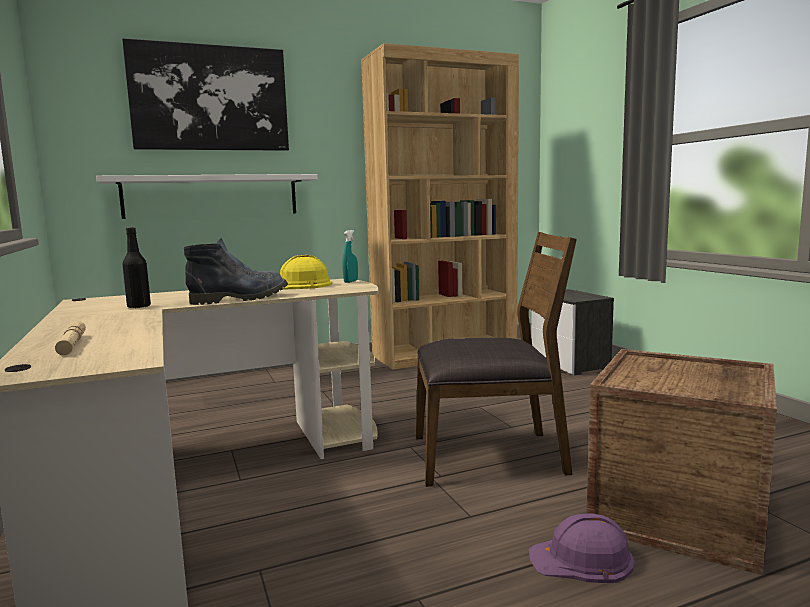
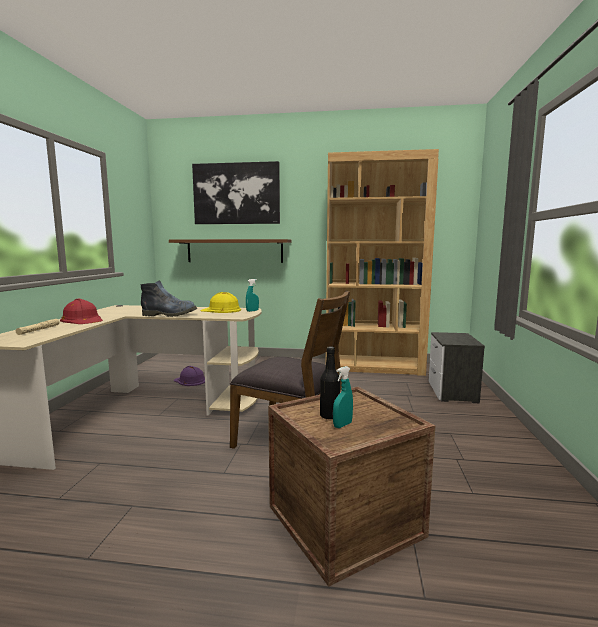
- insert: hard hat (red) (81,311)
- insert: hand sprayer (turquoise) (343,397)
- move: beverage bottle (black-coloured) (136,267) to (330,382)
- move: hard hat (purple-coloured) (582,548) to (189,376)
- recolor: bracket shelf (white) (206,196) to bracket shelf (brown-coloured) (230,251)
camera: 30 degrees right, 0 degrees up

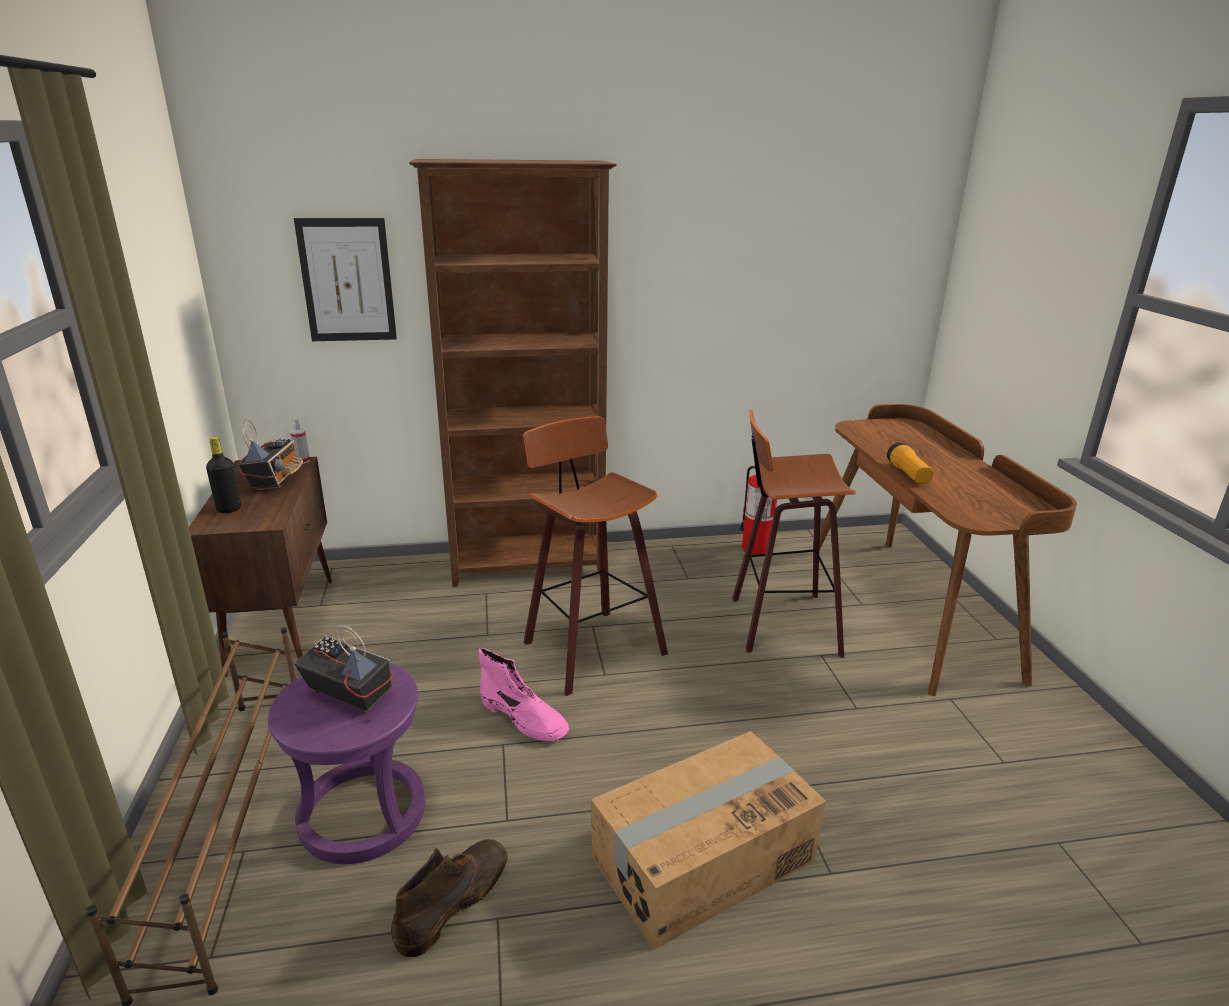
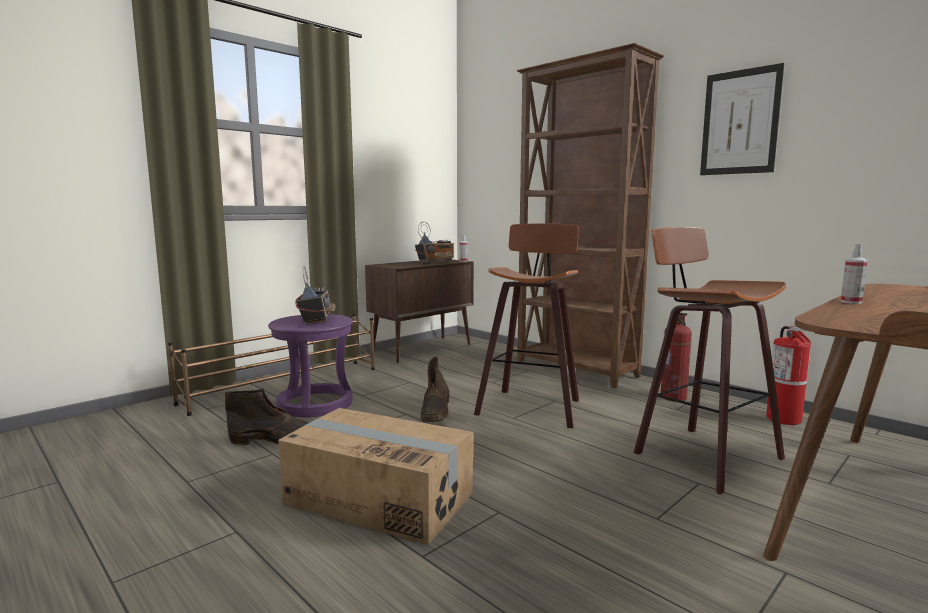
- delete: beverage bottle (black-coloured) (223,475)
- insert: extinguisher (676,357)
- move: wall art (345,279) to (742,119)
- replace: hand torch (910,463) to hand sprayer (854,273)
- recolor: boot (pink-coloured) (524,695) to boot (brown-coloured) (435,389)
camera: 55 degrees right, 15 degrees down

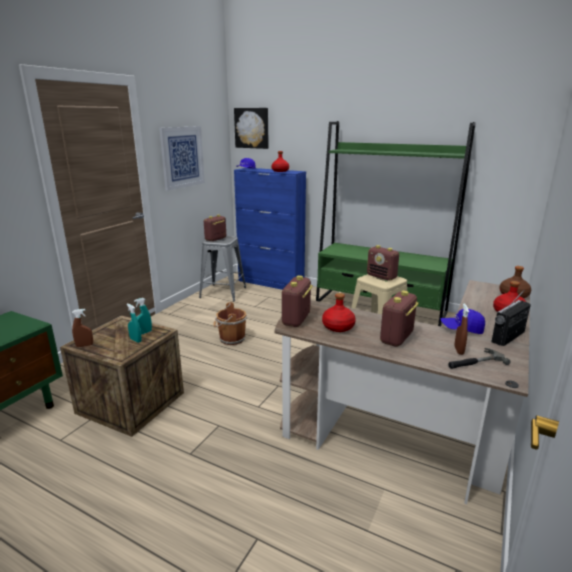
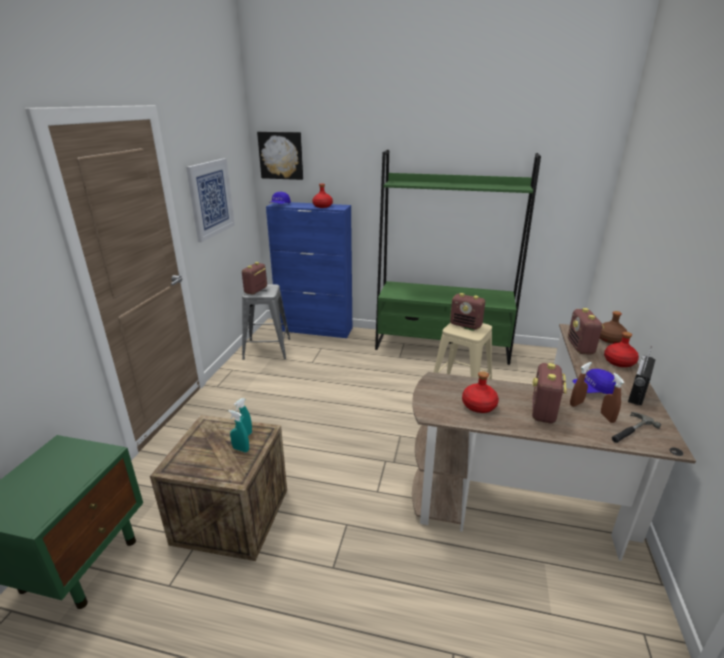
- delete: bucket (brown-coloured) (230,323)
- move: hand sprayer (brown-coloured) (82,328) to (581,384)
- move: radio (297,301) to (586,331)
camera: 15 degrees left, 5 degrees up

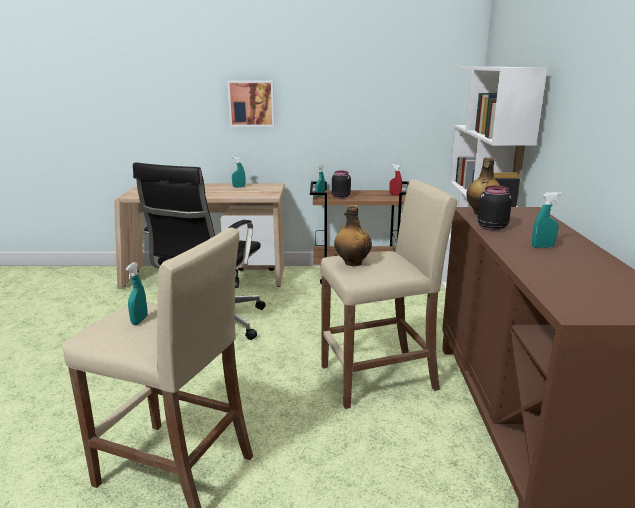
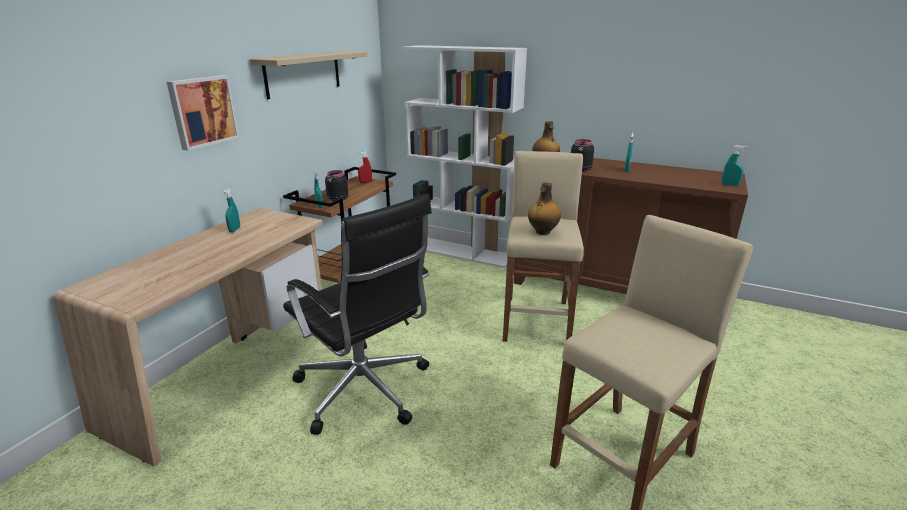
- insert: bracket shelf (beige-coloured) (308,75)
- move: hand sprayer (turquoise) (136,293) to (734,165)
camera: 65 degrees left, 5 degrees up

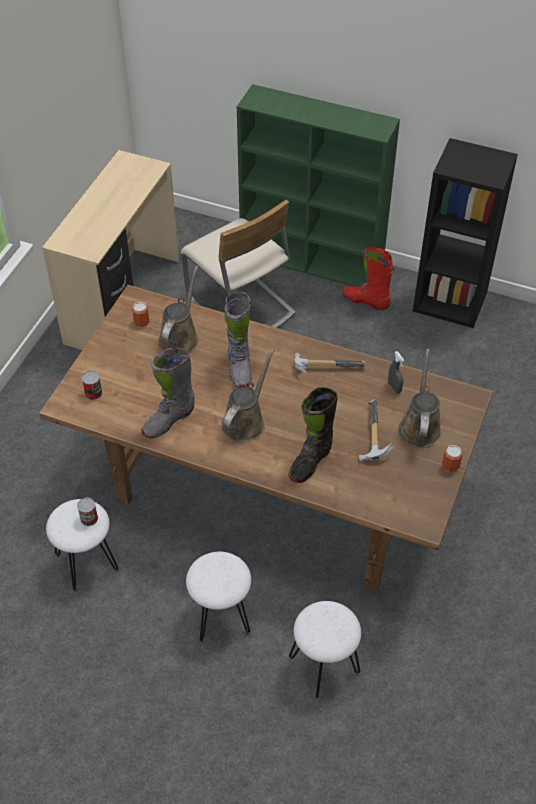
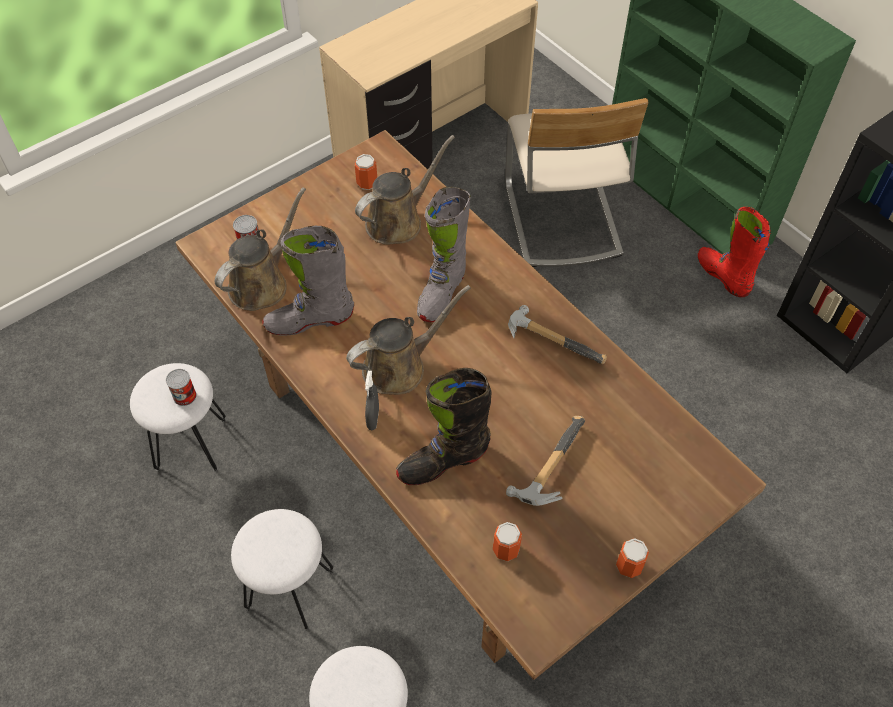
- insert: sealed can (507,542)
- move: hand sprayer (greyish) (396,372) to (372,400)
- move: watering pot (brown-coloured) (419,398) to (260,249)
camera: 30 degrees right, 5 degrees up

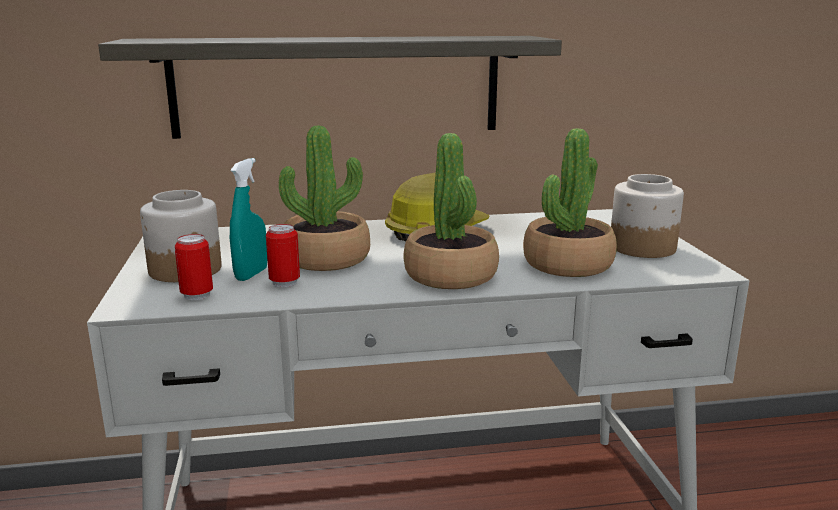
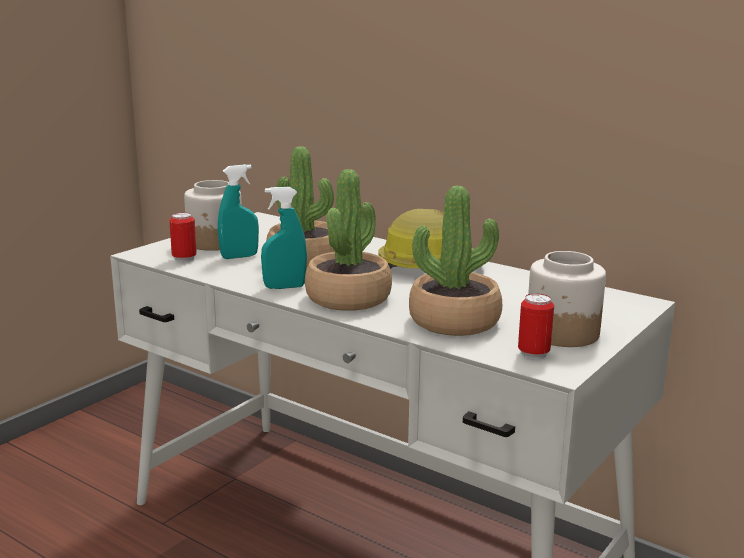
- delete: bracket shelf (330,87)
- insert: hand sprayer (turquoise) (284,238)
- move: sealed can (283,255) to (536,326)
camera: 45 degrees right, 0 degrees up

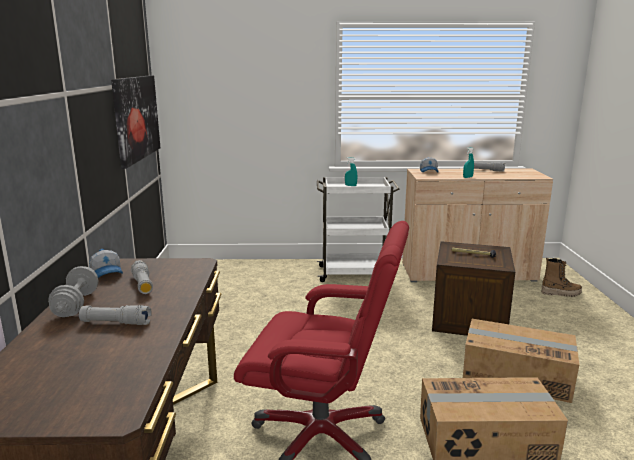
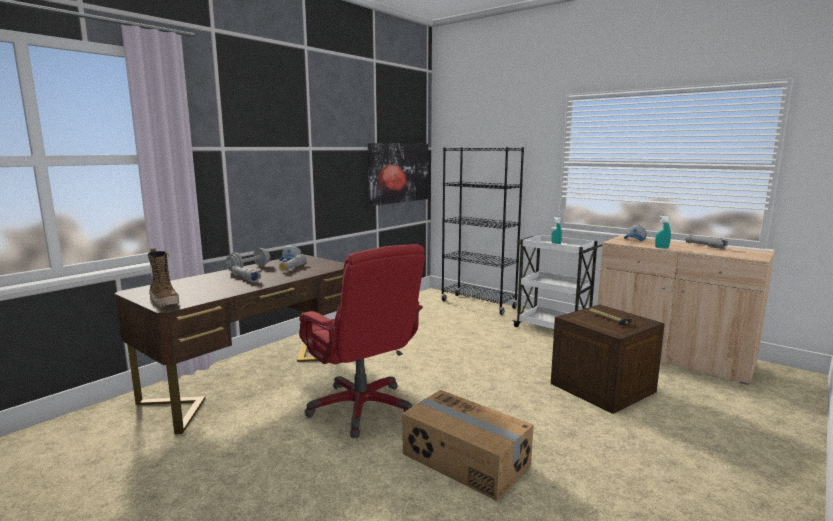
- delete: carton (521,361)
- insert: bookshelf (black-coloured) (482,231)
- move: boot (561,277) to (163,277)
camera: 40 degrees right, 5 degrees down

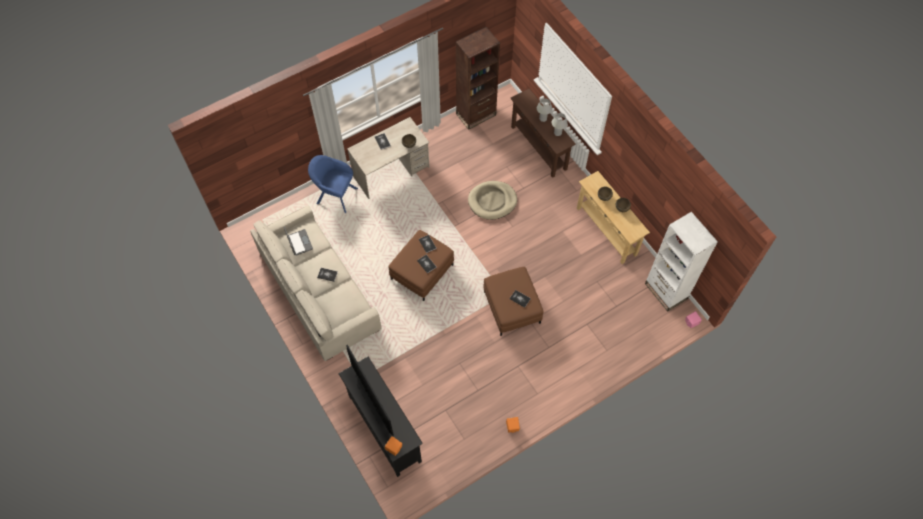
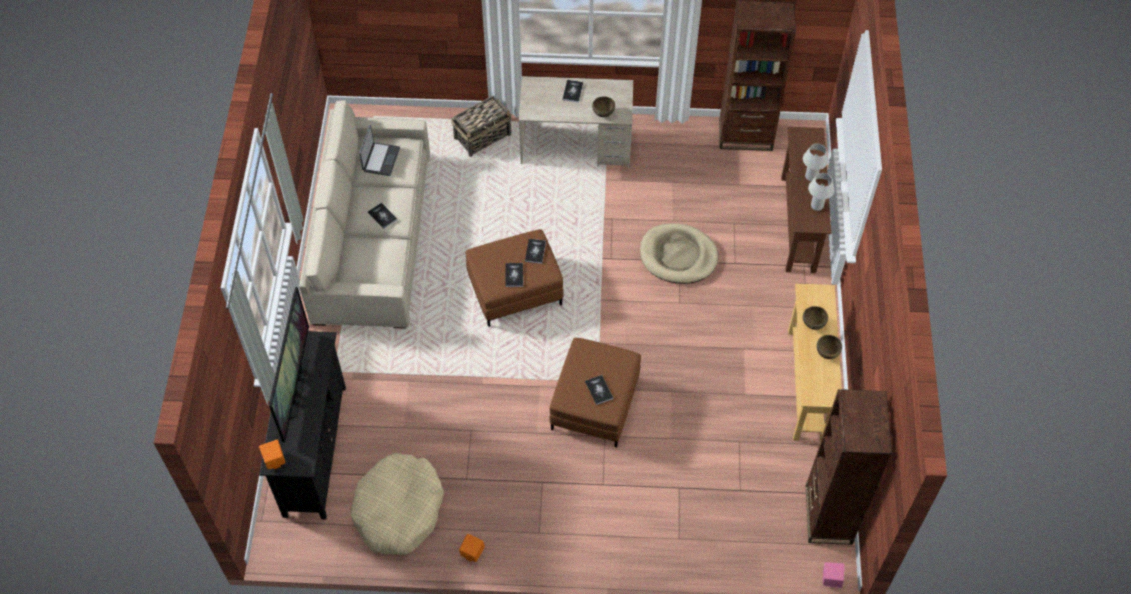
- insert: pet bed (beige-coloured) (397,504)
- replace: lounge chair (bluish) (333,184) to storage basket (481,126)
- recolor: bookshelf (white) (681,262) to bookshelf (brown-coloured) (849,467)
camera: 35 degrees right, 5 degrees down

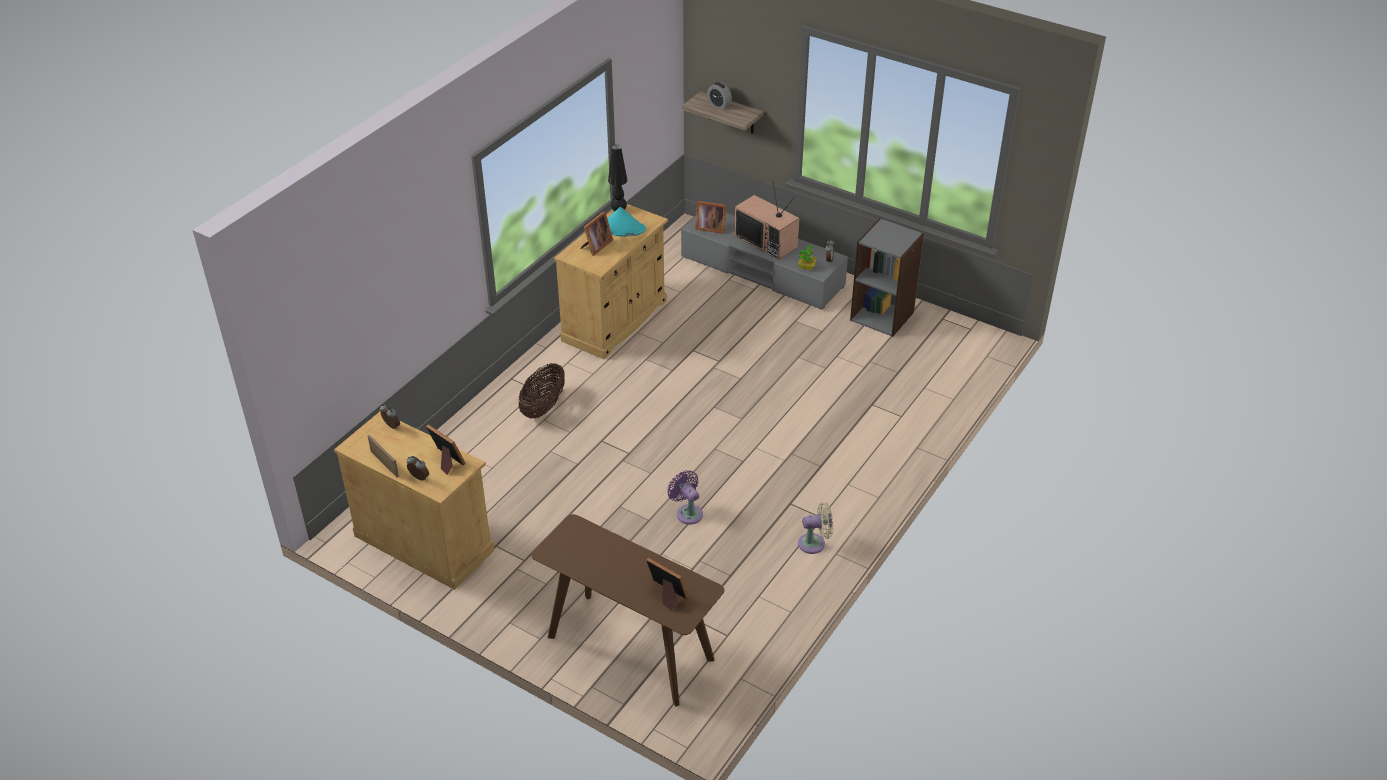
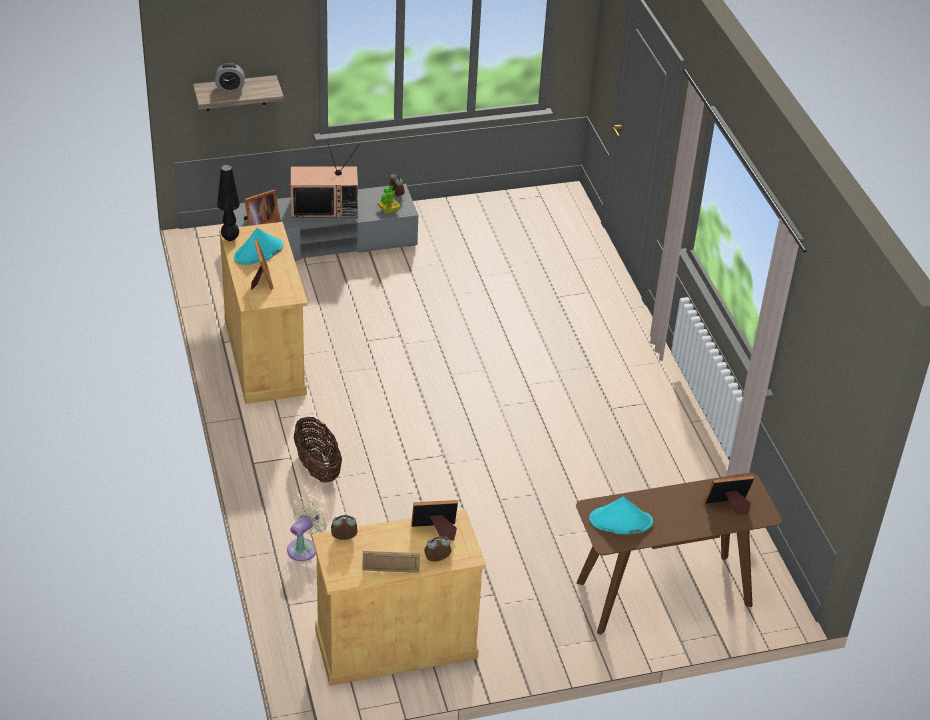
- delete: electric fan (purple-coloured) (685,497)
- delete: bookshelf (greyish) (887,277)
- insert: hat (turquoise) (621,516)
- move: electric fan (beige-coloured) (815,528) to (307,531)
camera: 50 degrees left, 0 degrees up

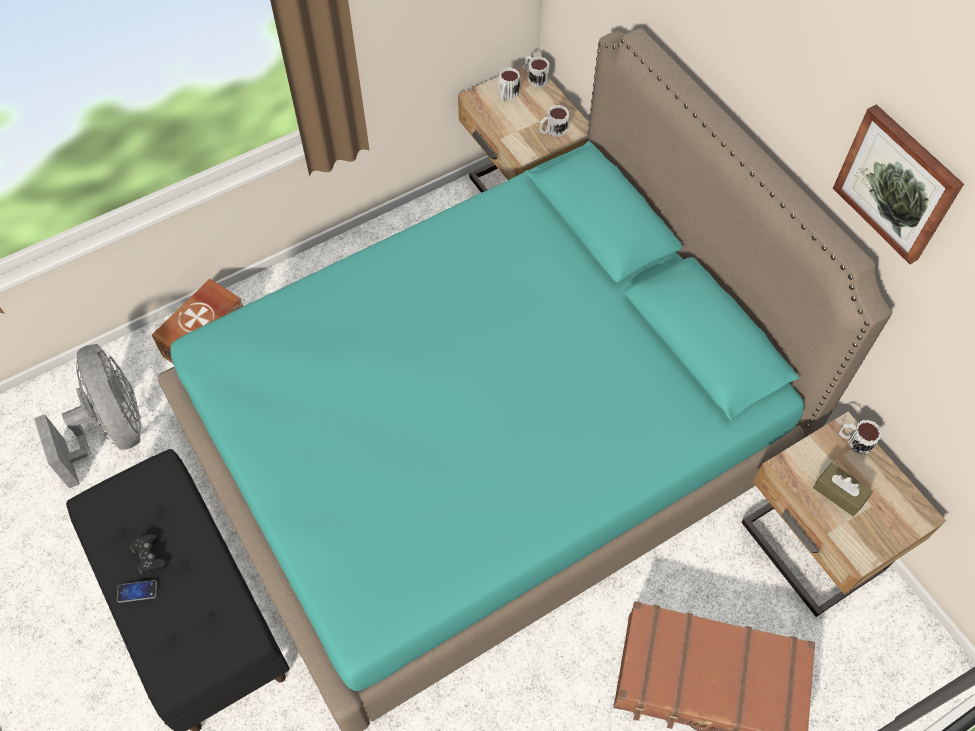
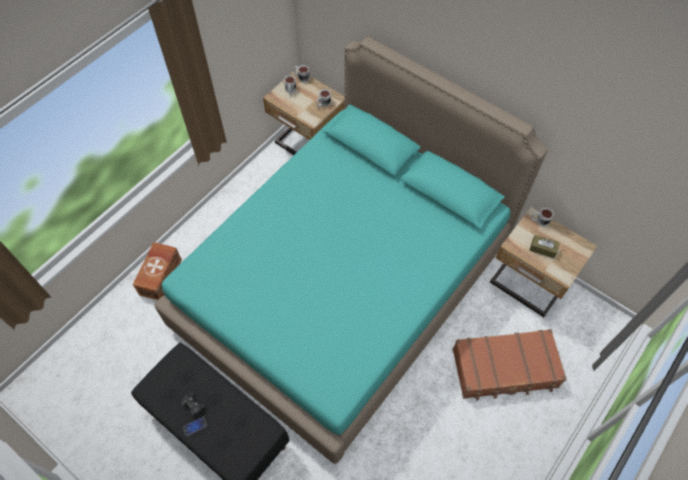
- delete: electric fan (greyish) (87,416)
- delete: wall art (898,184)
camera: 20 degrees left, 0 degrees up

